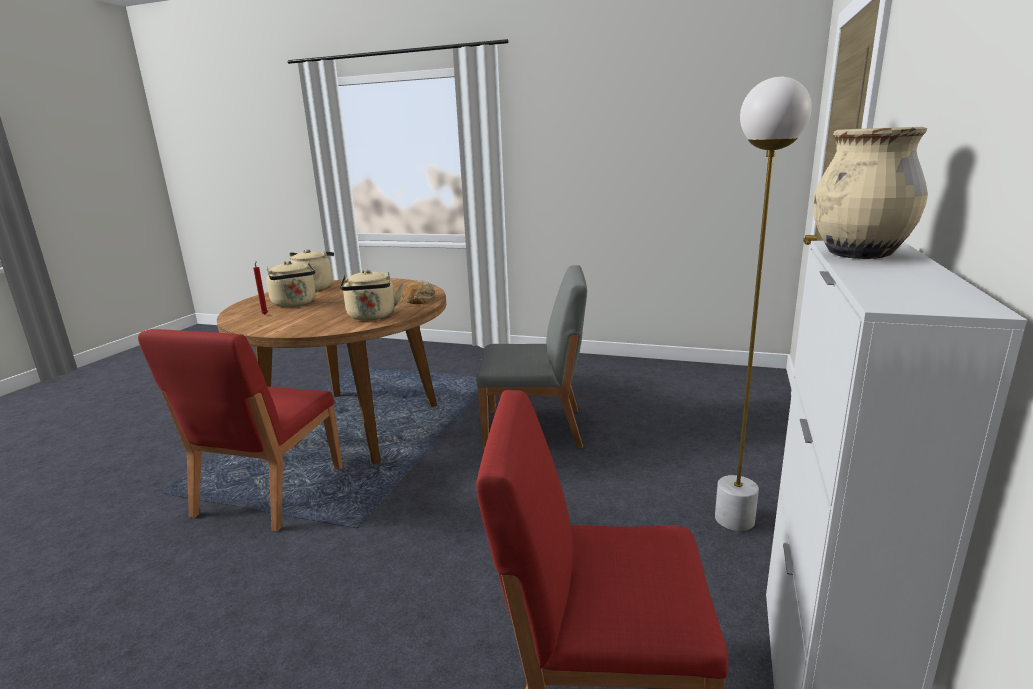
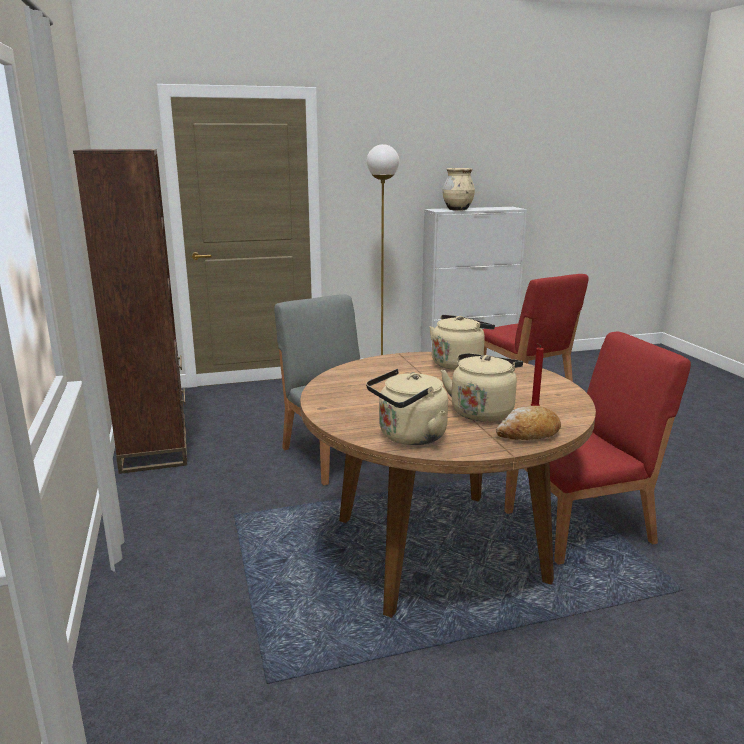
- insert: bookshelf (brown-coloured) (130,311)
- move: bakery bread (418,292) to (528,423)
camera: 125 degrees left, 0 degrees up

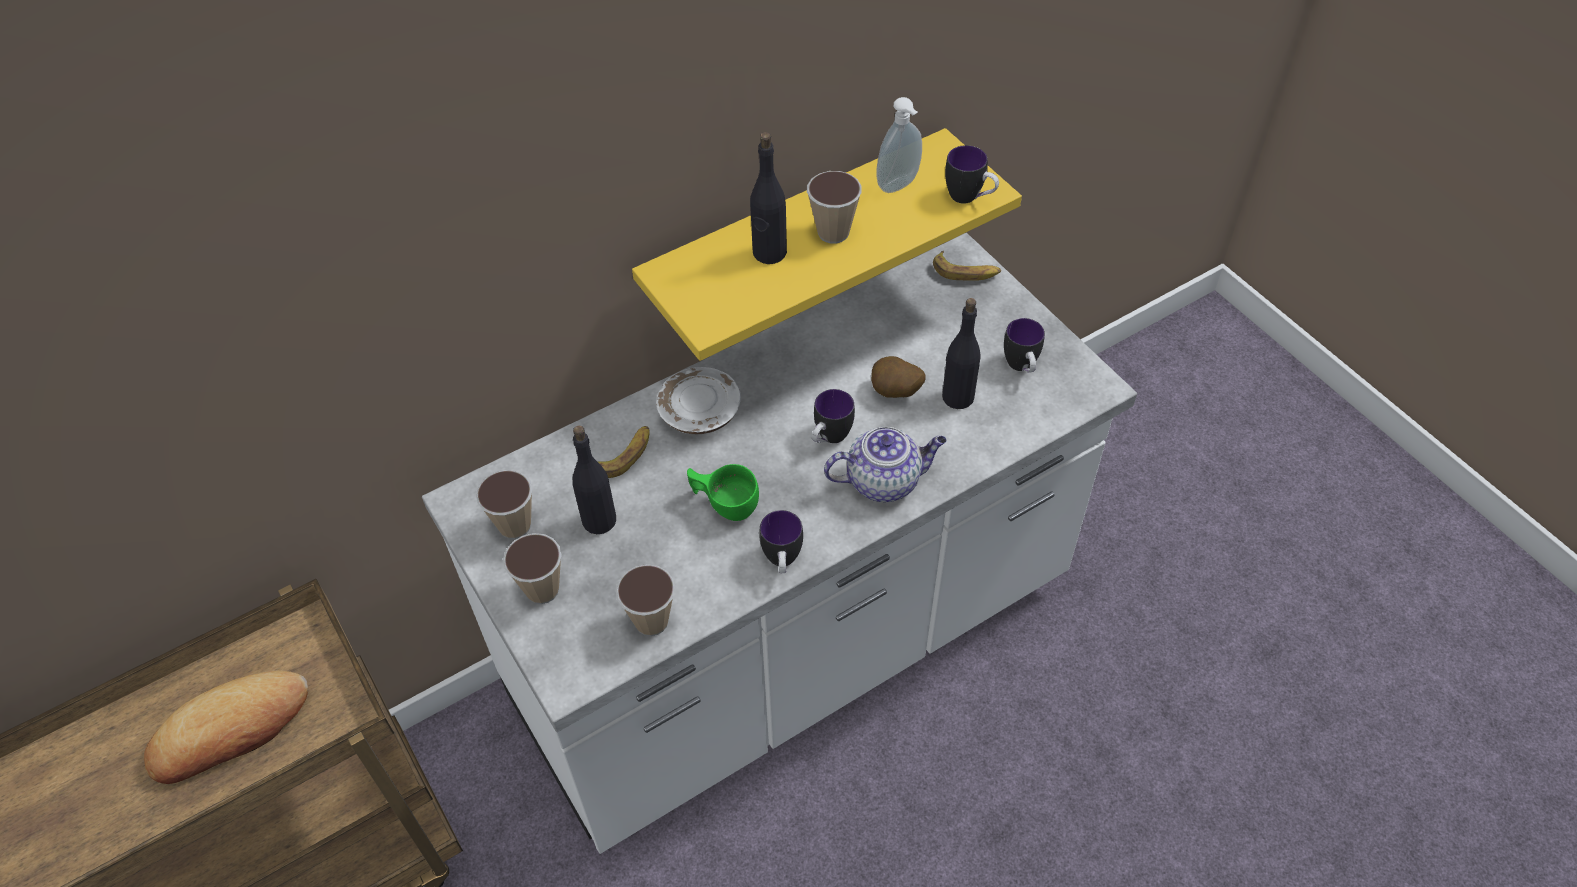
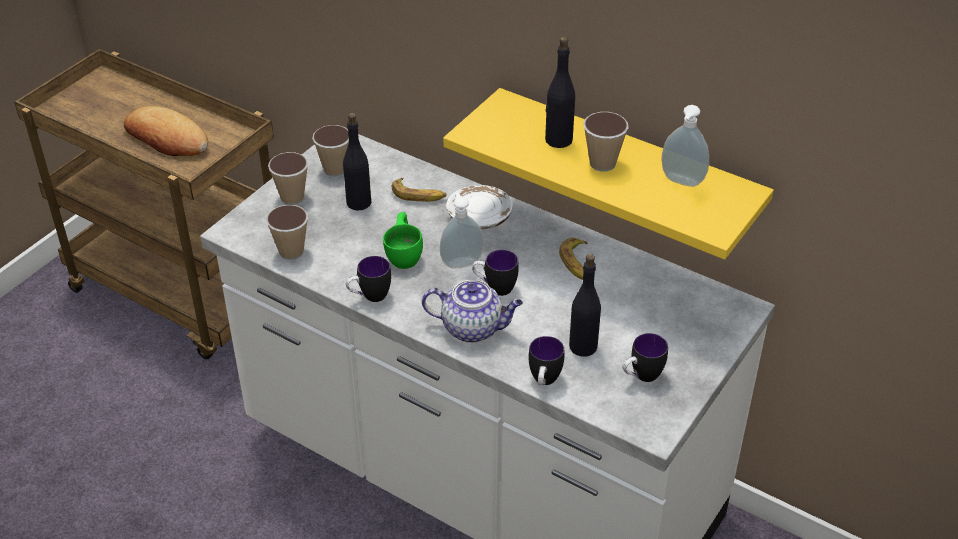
- delete: spud (898,377)
- insert: soap dispenser (462,230)
- move: banana fruit (967,266) to (573,259)
- move: mug (972,174) to (546,360)
- rotate: teapot (885,464) = (472,311) 45 degrees counterclockwise
camera: 65 degrees right, 10 degrees down

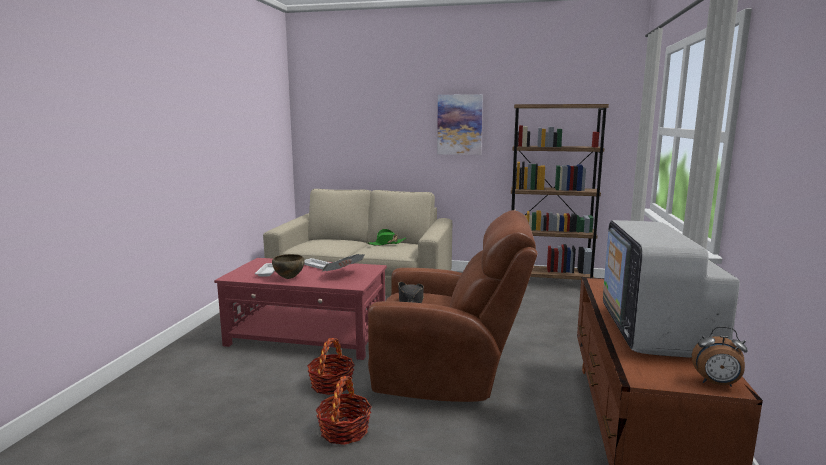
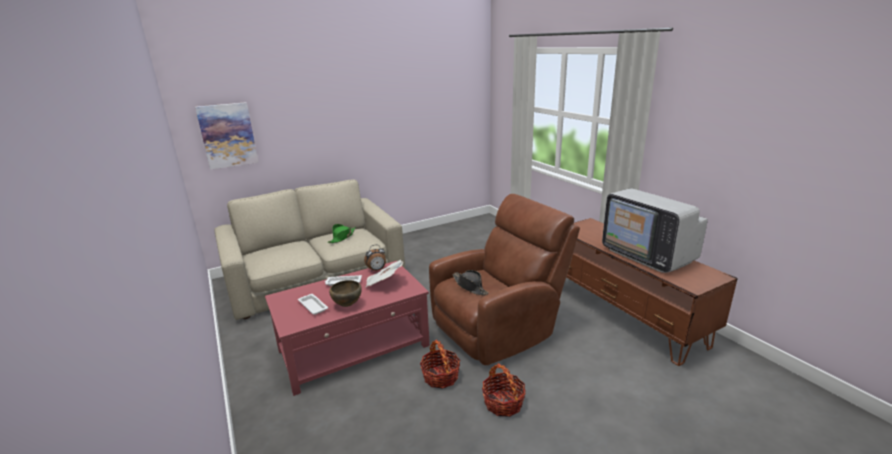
- delete: bookshelf (brown-coloured) (560,192)
- move: wall art (460,124) to (227,136)
- move: alarm clock (720,356) to (375,258)
camera: 40 degrees left, 10 degrees up

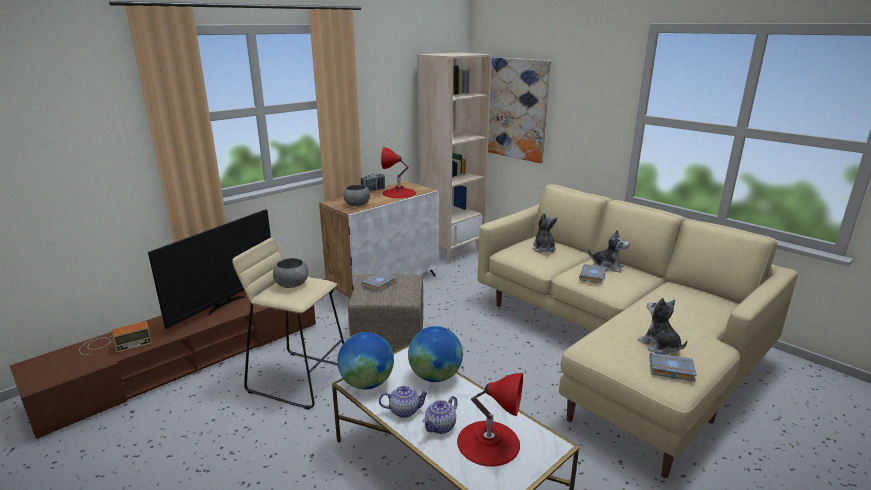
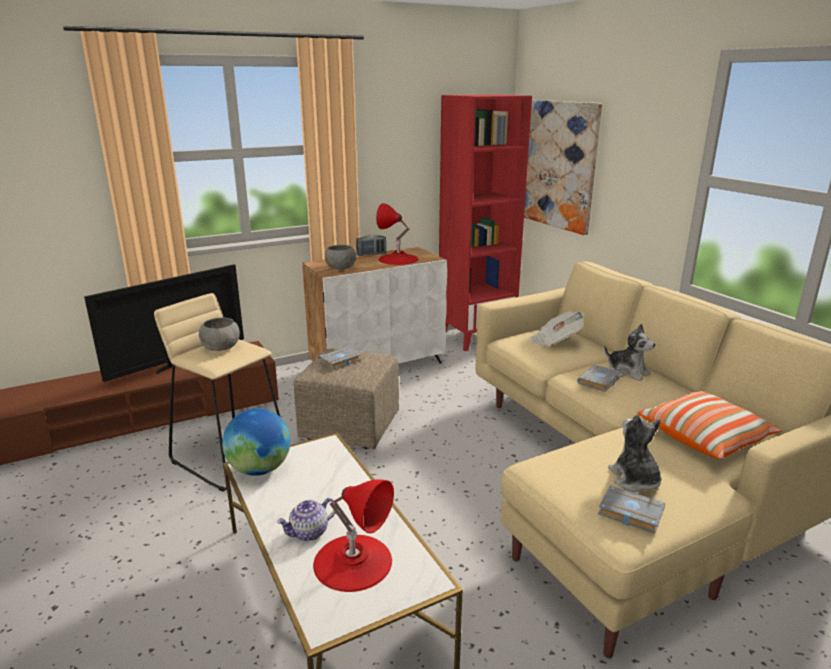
- delete: radio (115,338)
- delete: teapot (404,401)
- delete: globe (435,354)
- insert: pillow (710,425)
- replace: plush toy (544,233) to printed paper (557,329)
- recolor: bookshelf (beige-coloured) (454,158) to bookshelf (red) (485,222)
camera: 15 degrees right, 0 degrees up

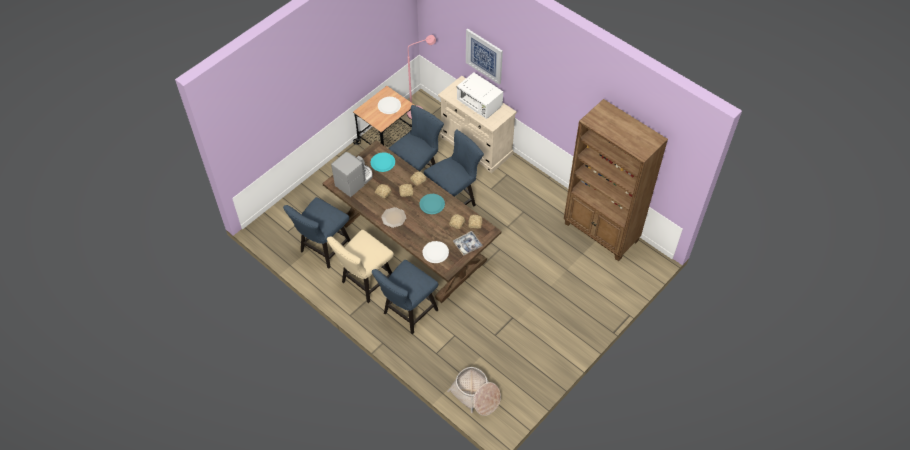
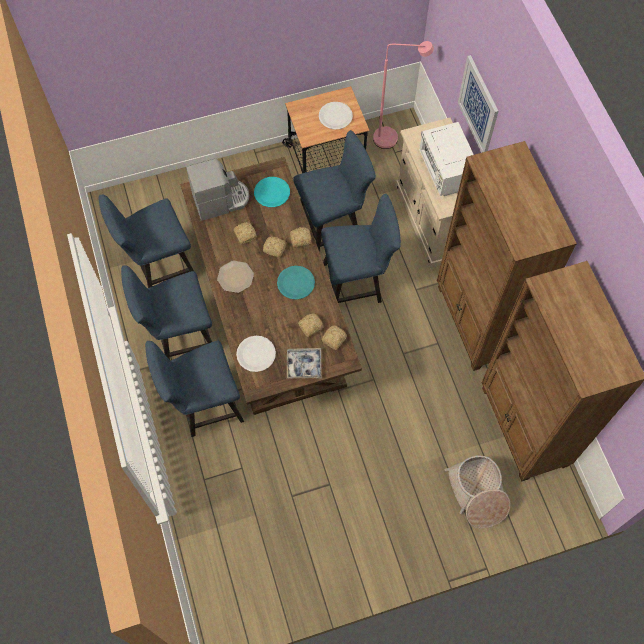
- insert: bookshelf (brown-coloured) (507,256)
- move: storage basket (474,391) to (477,492)
- recolor: chair (beige-coloured) (360,266) to chair (bluish) (166,312)
camera: 30 degrees right, 10 degrees up

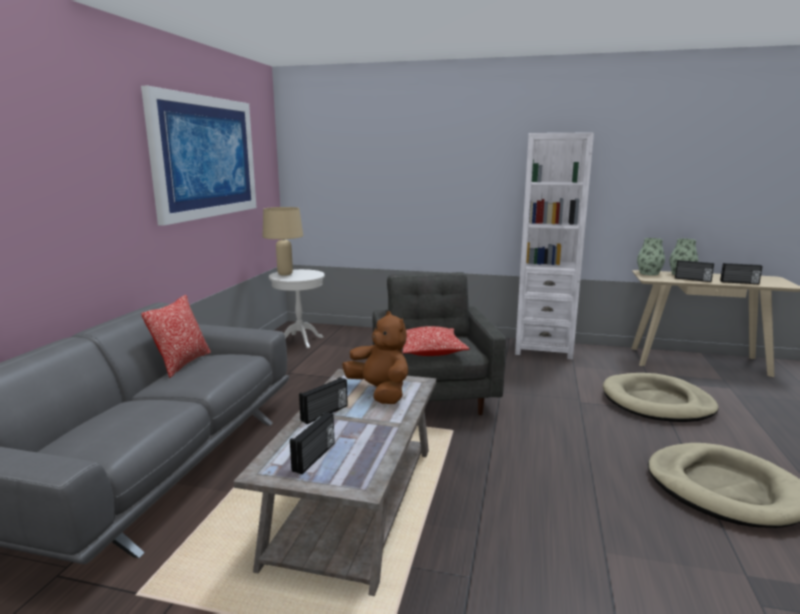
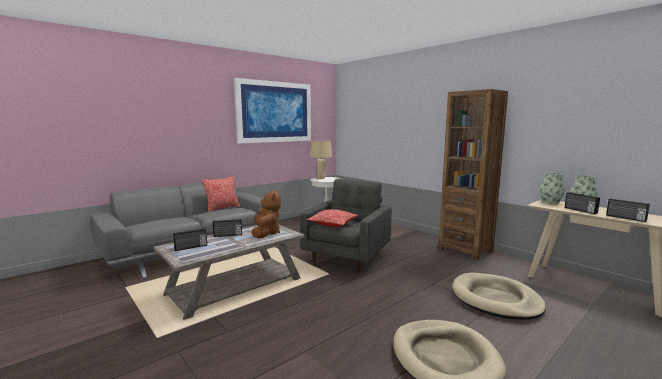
- recolor: bookshelf (white) (554,246) to bookshelf (brown-coloured) (473,174)
camera: 35 degrees right, 5 degrees down

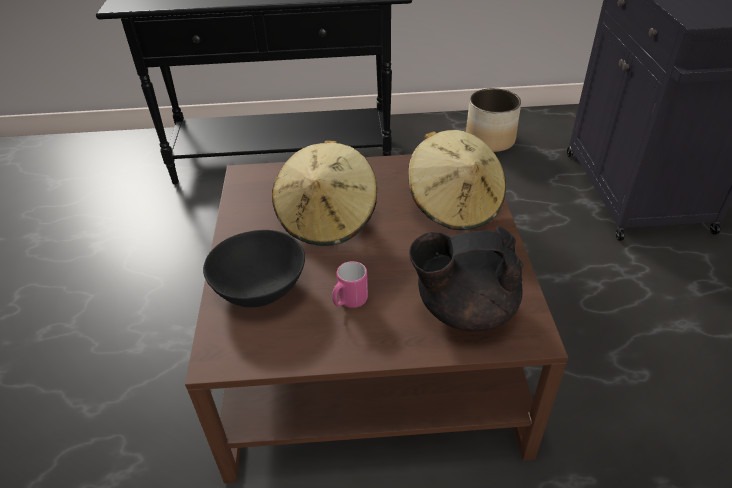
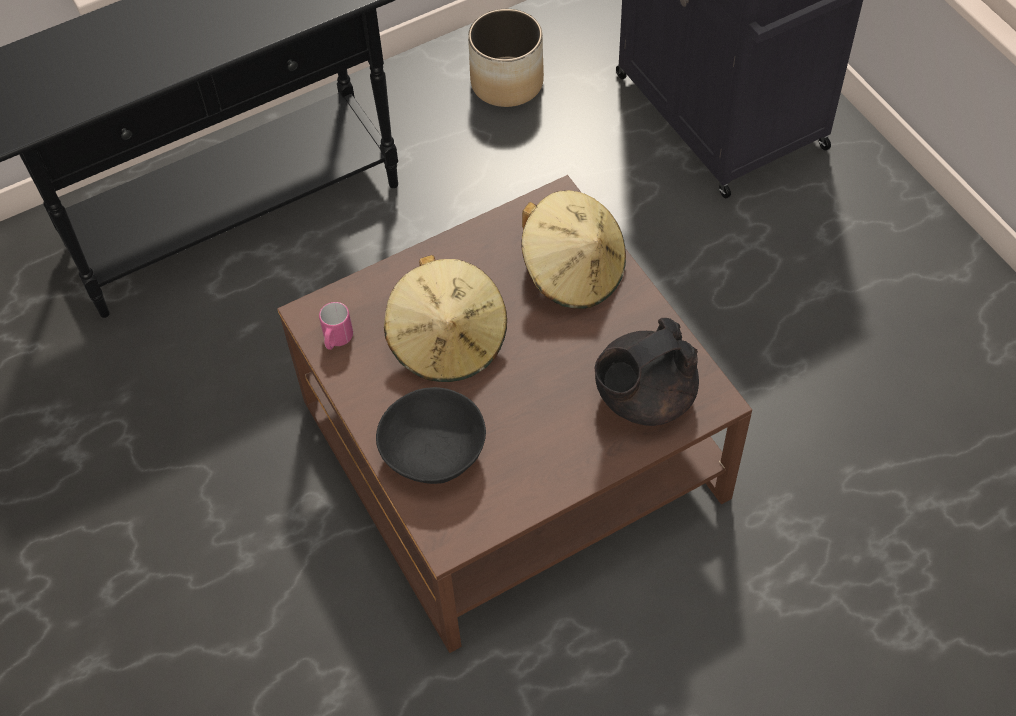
- move: mug (pink-coloured) (350,284) to (336,326)
camera: 25 degrees left, 15 degrees up

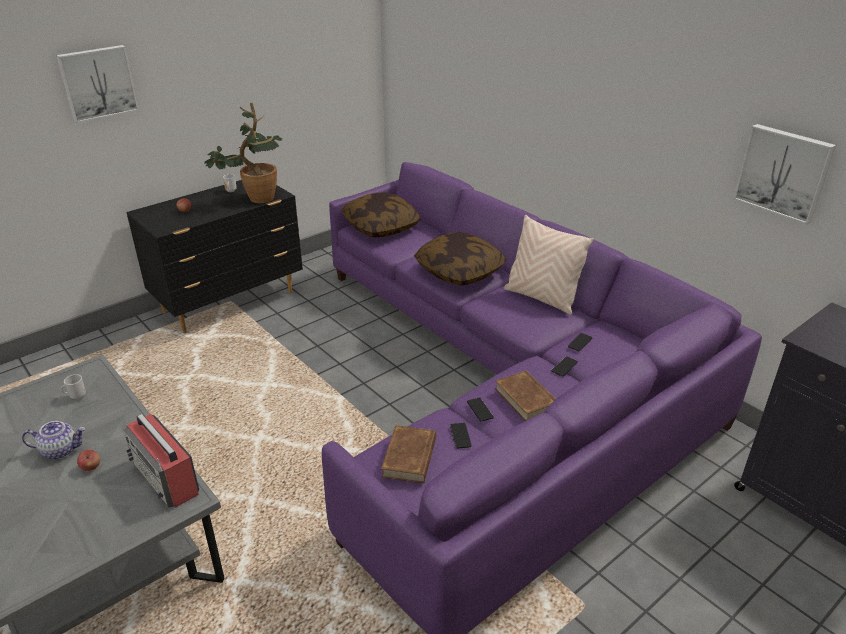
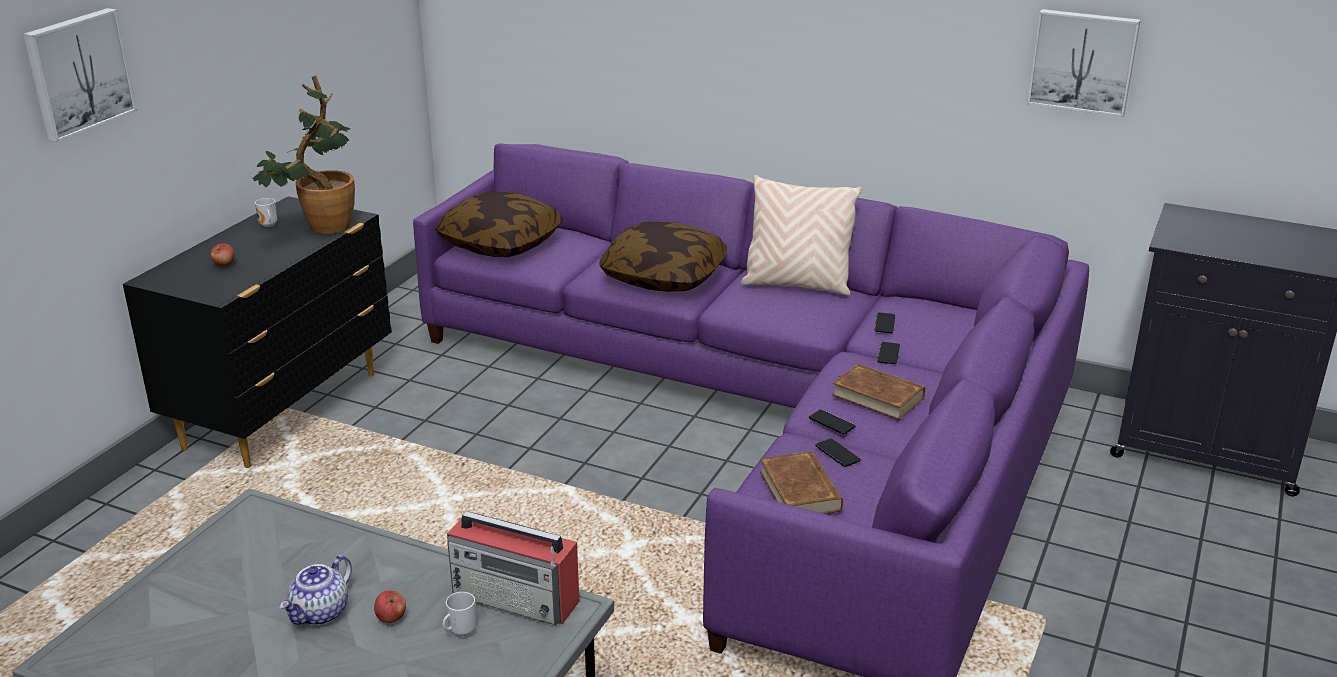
- move: mug (73,387) to (460,614)
- rotate: teapot (54,440) = (315,590) 150 degrees clockwise
camera: 25 degrees left, 5 degrees down

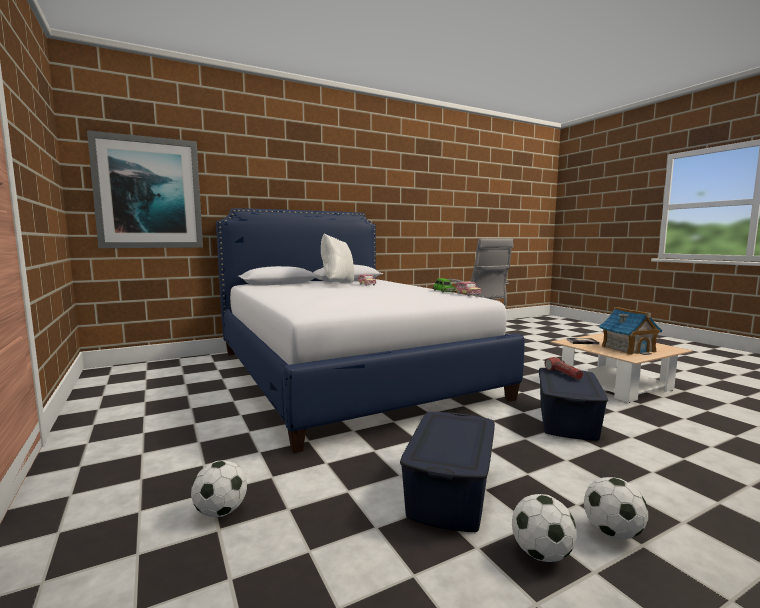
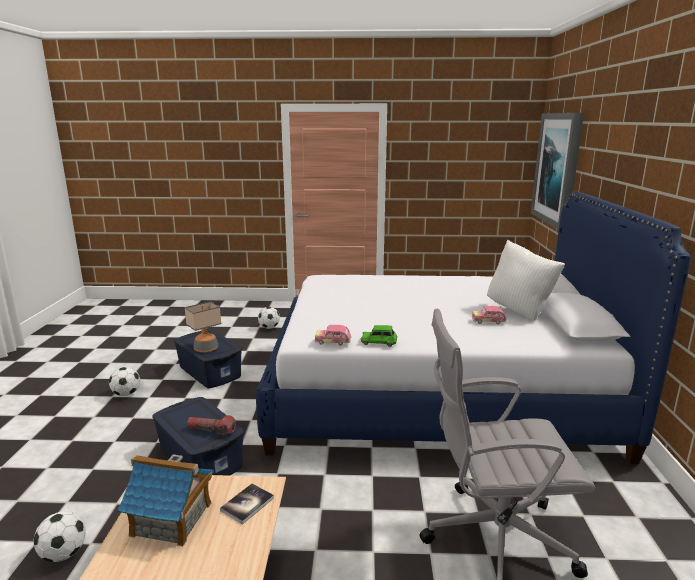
- insert: table lamp (202,327)
- move: football (544,528) to (59,536)
camera: 120 degrees right, 10 degrees up

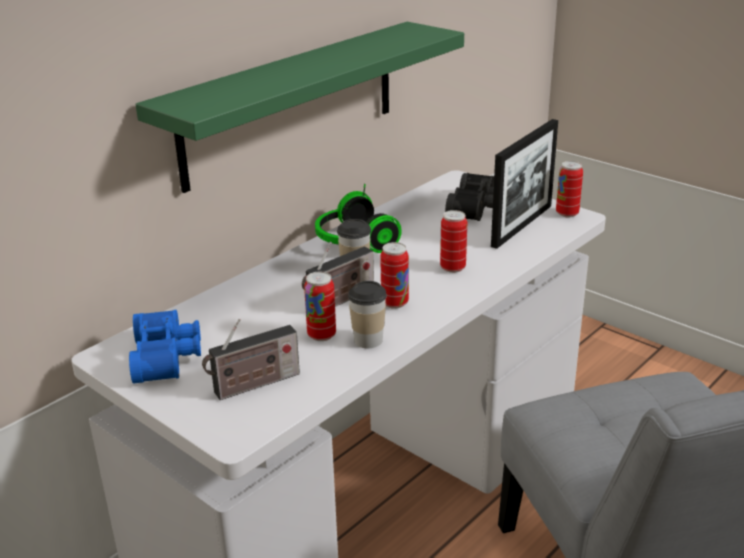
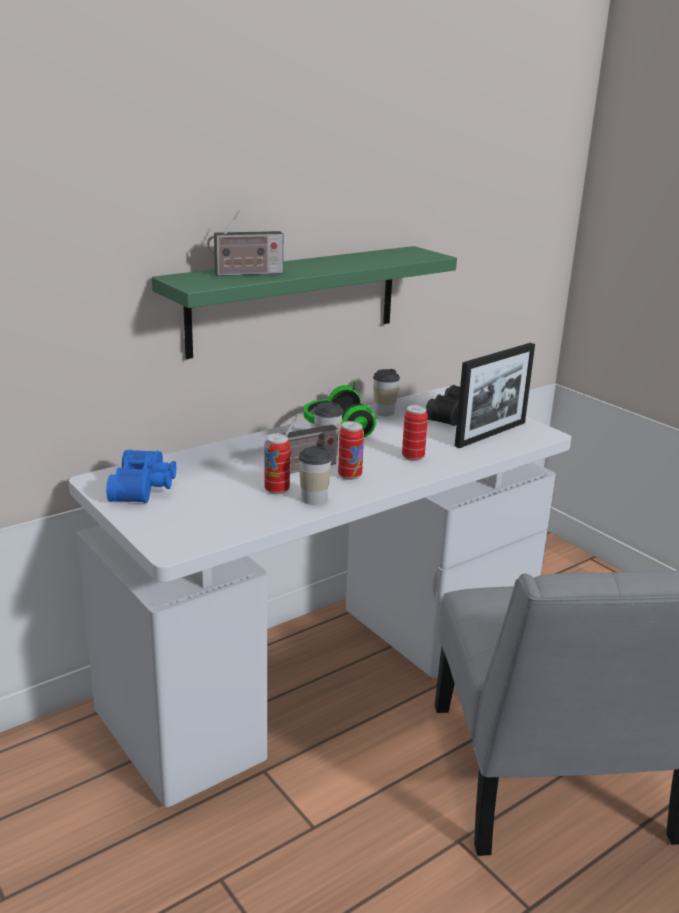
- delete: sealed can (569,189)
- insert: cup (386,392)
- move: radio (251,359) to (245,243)
camera: 10 degrees right, 5 degrees down

